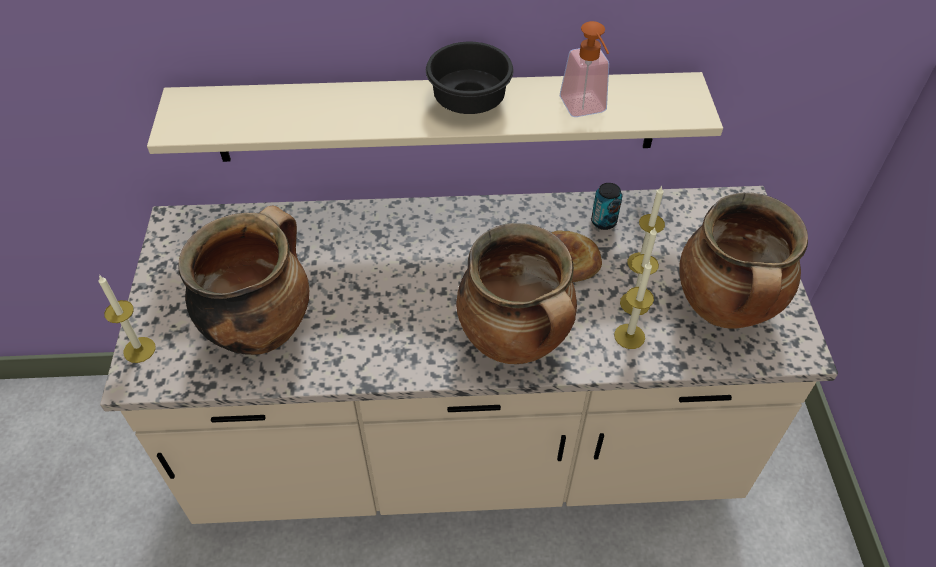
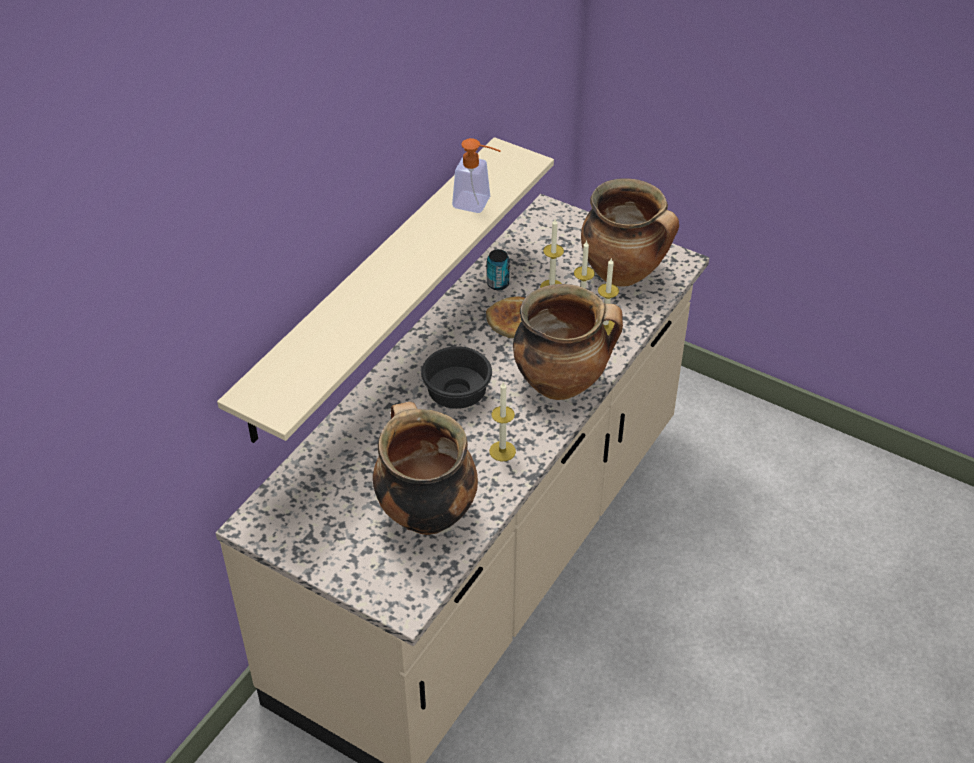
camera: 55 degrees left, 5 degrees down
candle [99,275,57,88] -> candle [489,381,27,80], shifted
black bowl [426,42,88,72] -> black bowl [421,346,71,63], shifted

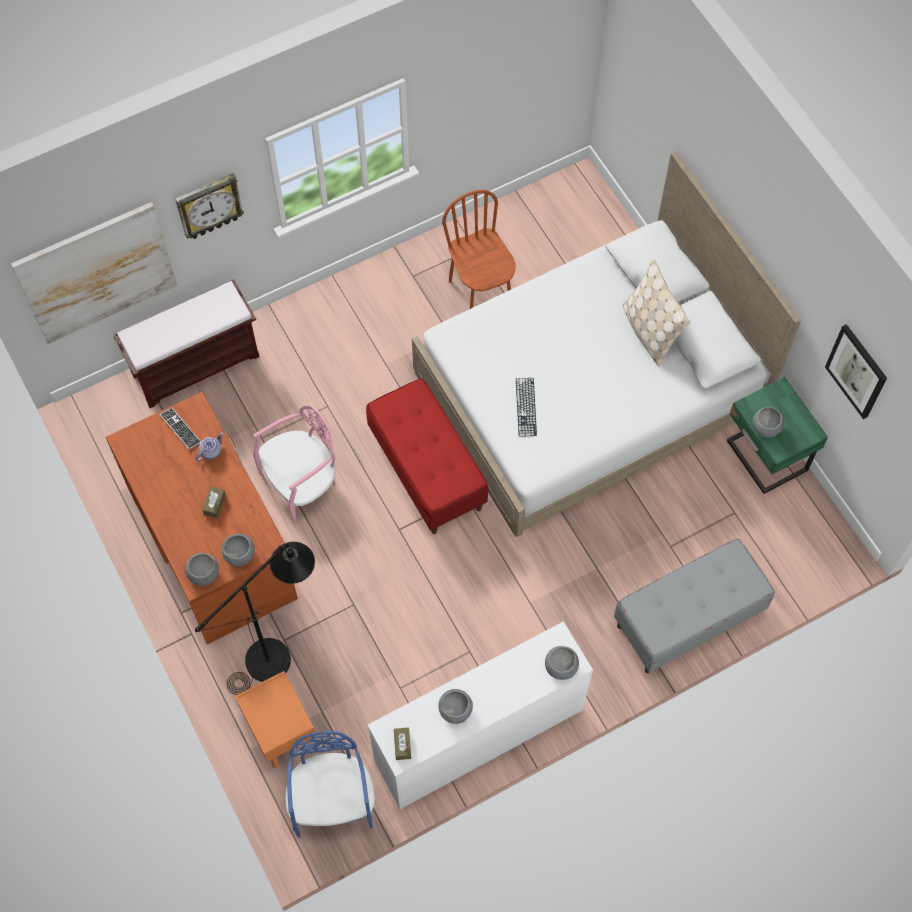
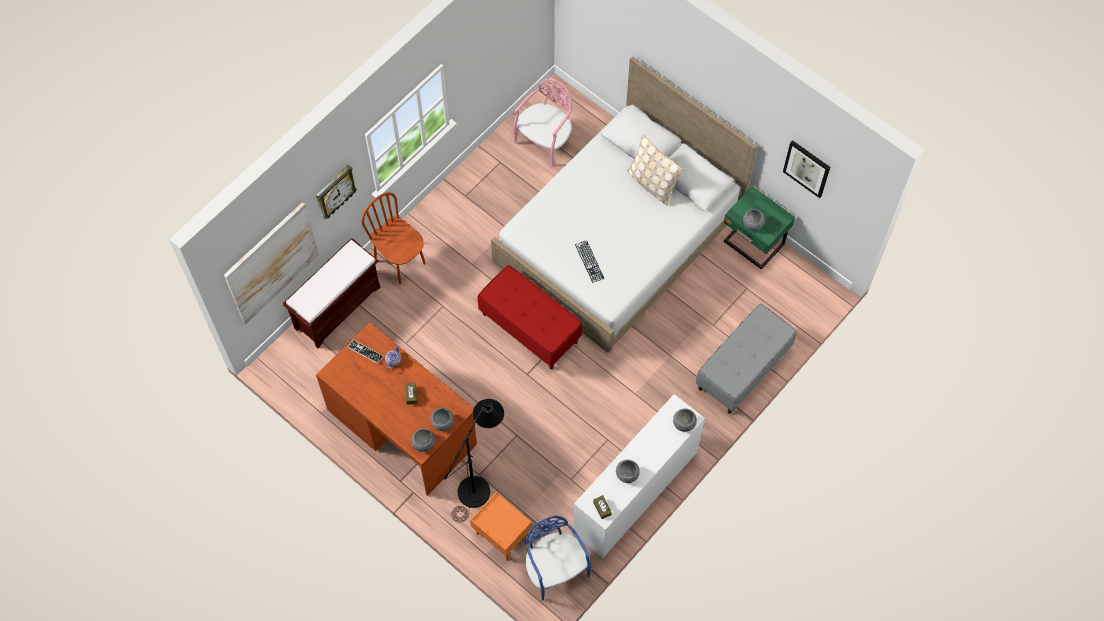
camera: 20 degrees left, 0 degrees up
pink chair [253,405,83,119] -> pink chair [513,78,59,88], shifted
brown chair [442,190,74,119] -> brown chair [361,192,65,93], shifted

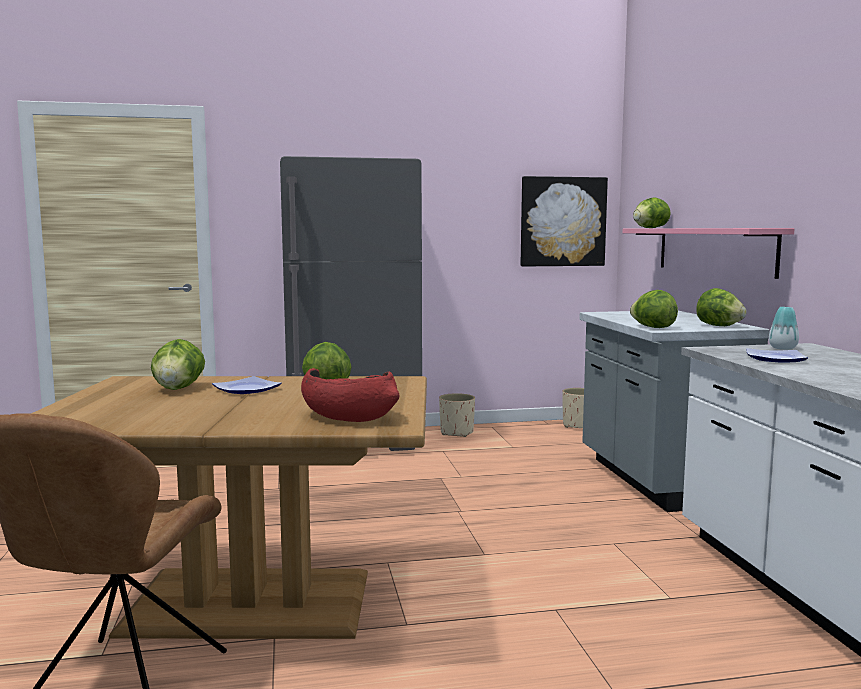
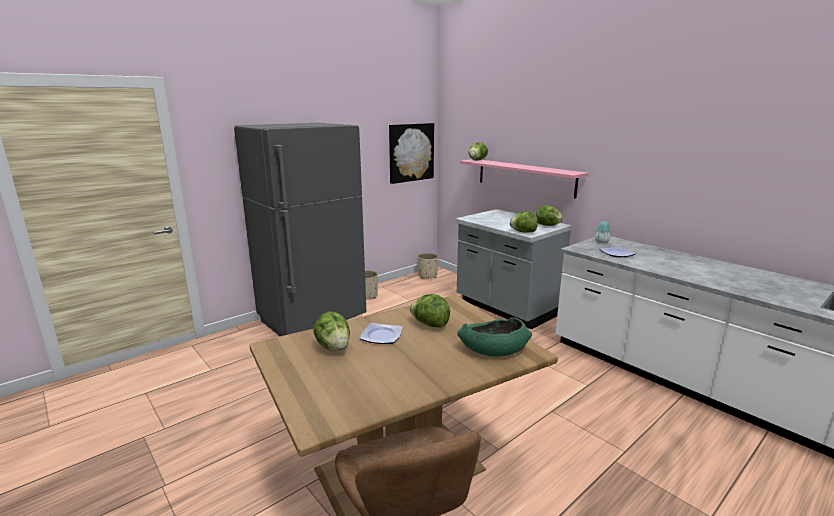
camera: 30 degrees left, 10 degrees up
red bowl [301,368,98,54] -> green bowl [457,318,75,38]

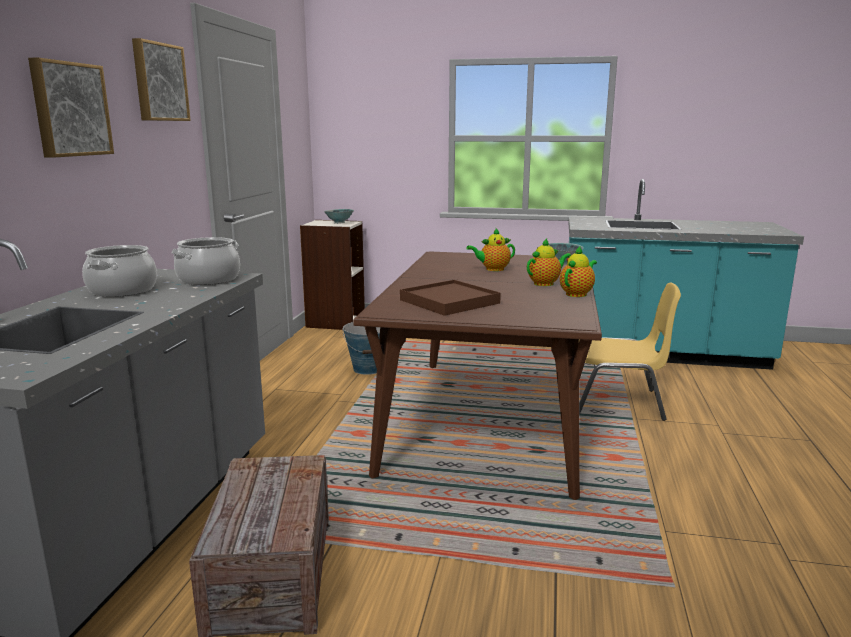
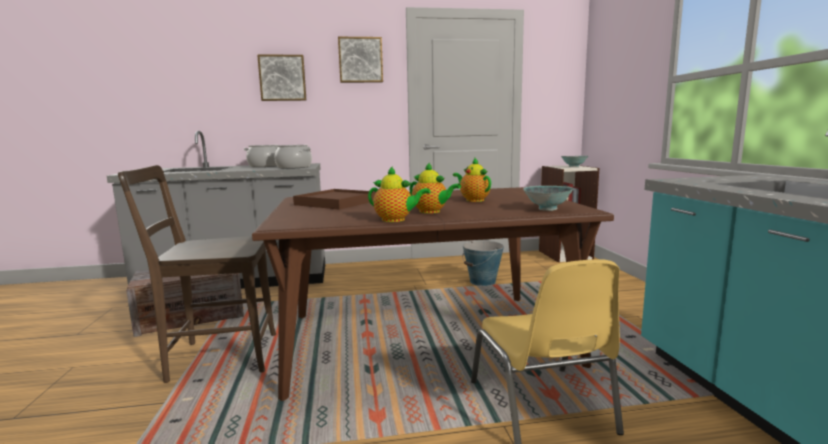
camera: 70 degrees right, 5 degrees down
none -> brown chair [118,165,158,218]

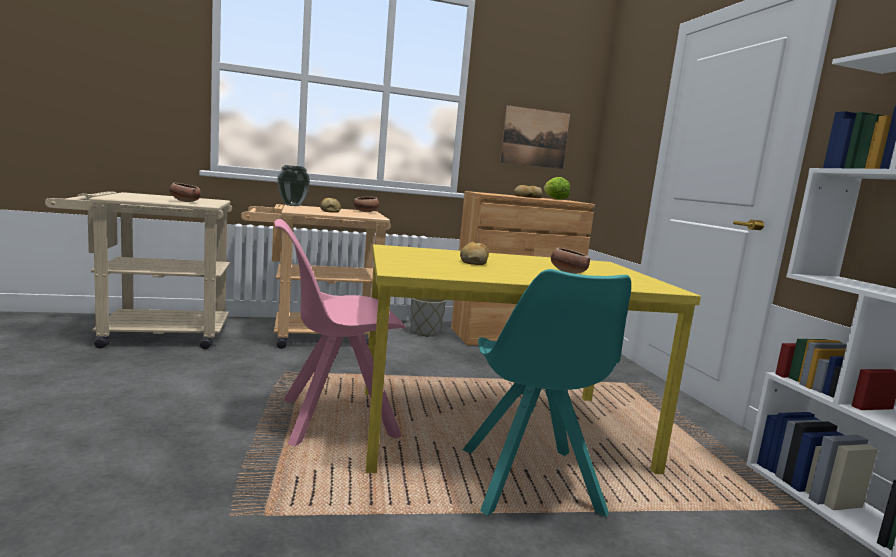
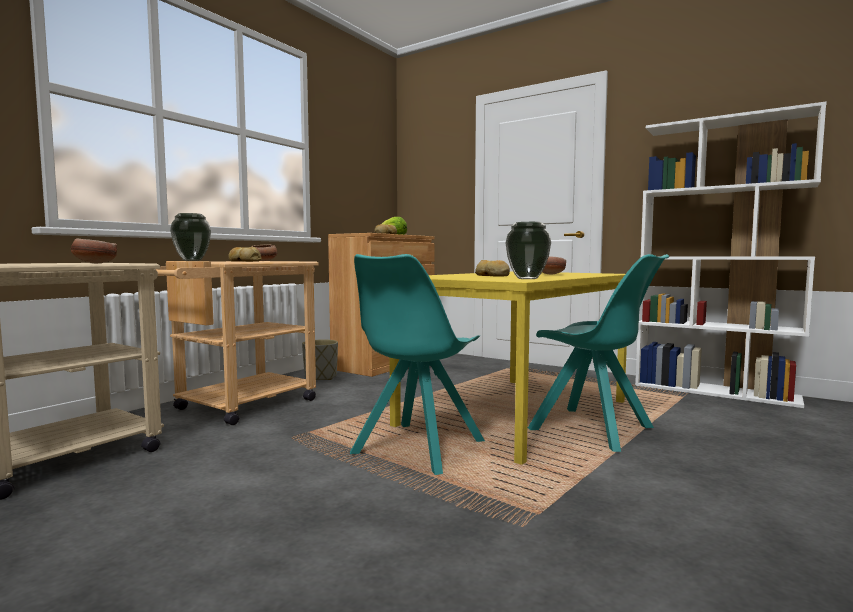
camera: 40 degrees left, 5 degrees down
picture [500,105,70,64] -> none
none -> vase [506,222,45,57]
pink chair [274,219,132,227] -> turquoise chair [350,254,135,221]

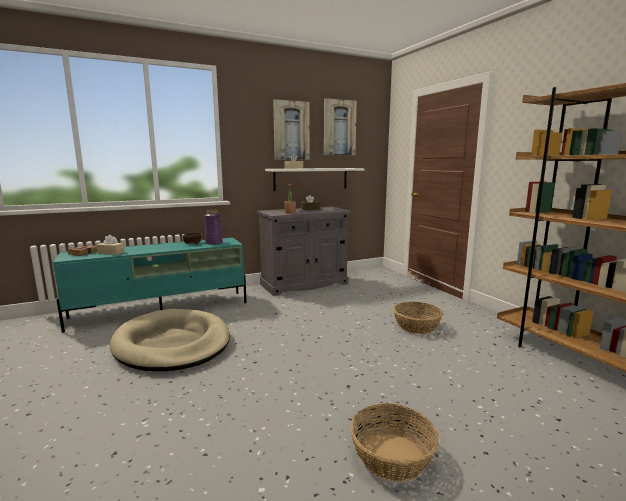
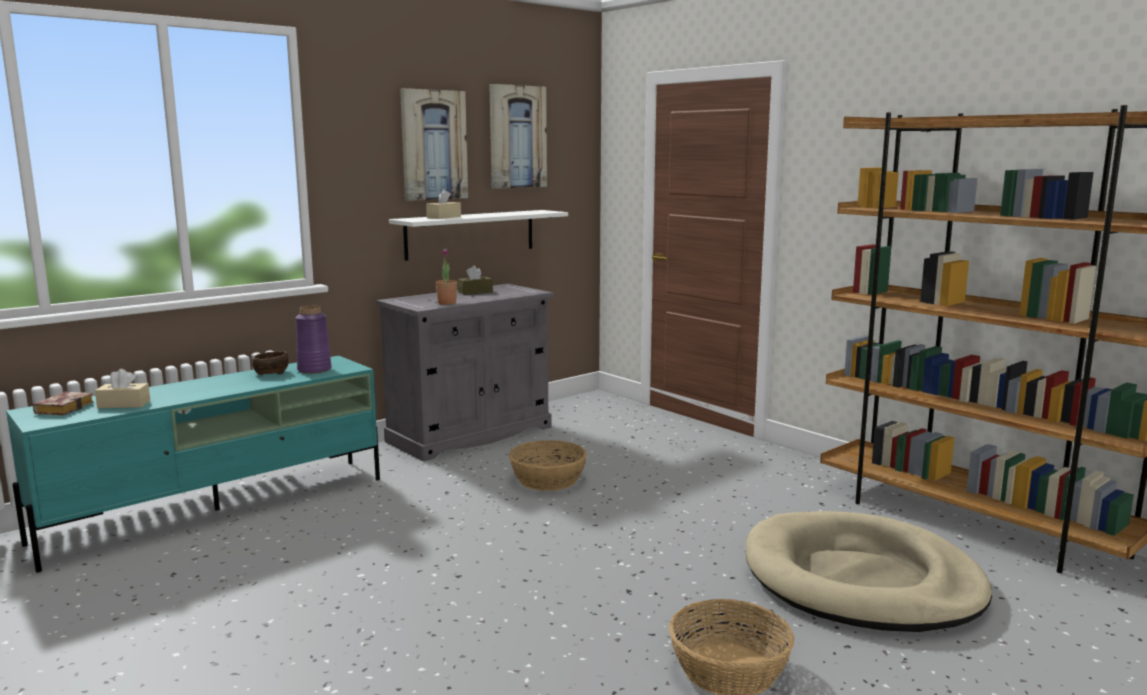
camera: 15 degrees left, 0 degrees up
beige dog bed [110,309,120,62] -> beige dog bed [746,511,246,121], shifted
basket [393,302,50,32] -> basket [509,440,78,51], shifted

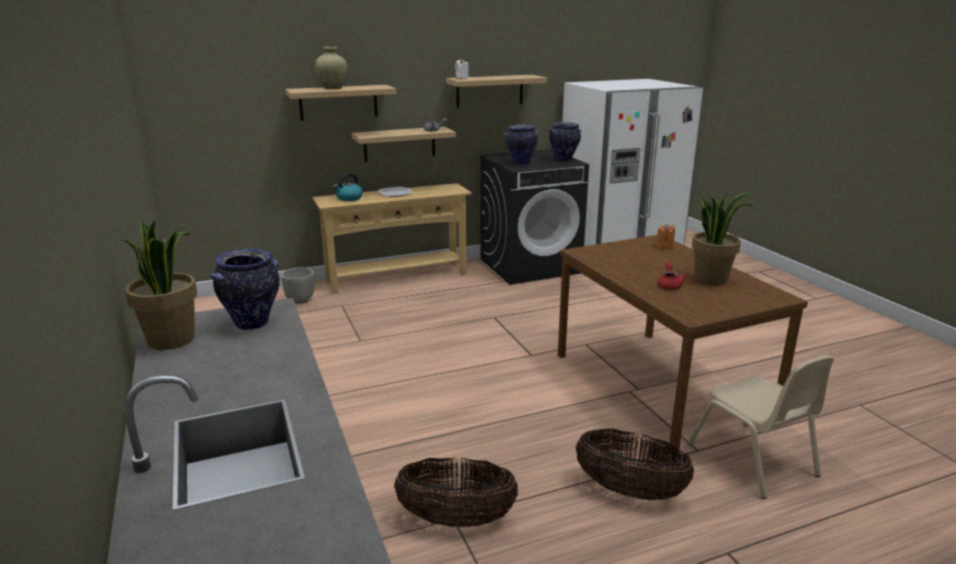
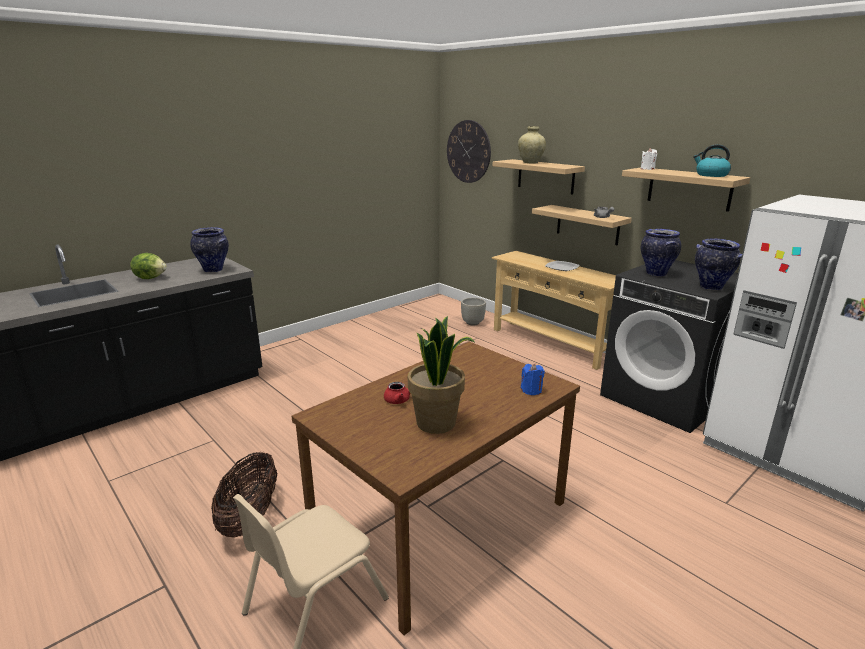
camera: 70 degrees right, 0 degrees up
potted plant [122,221,75,129] -> none
basket [394,457,124,70] -> none
none -> lettuce [130,253,37,26]
none -> wall clock [447,120,44,63]
kettle [333,173,30,28] -> kettle [693,144,38,33], shifted
orange candle [657,224,18,25] -> blue candle [521,364,24,31]

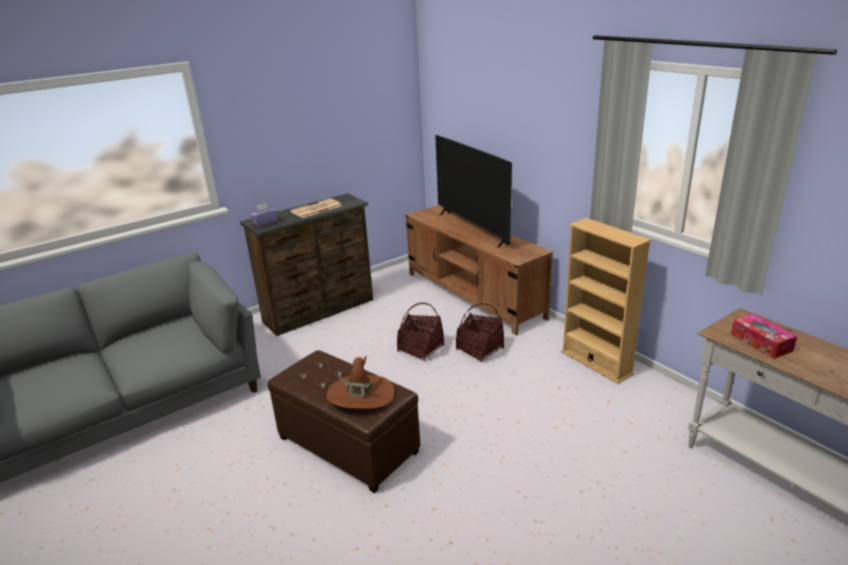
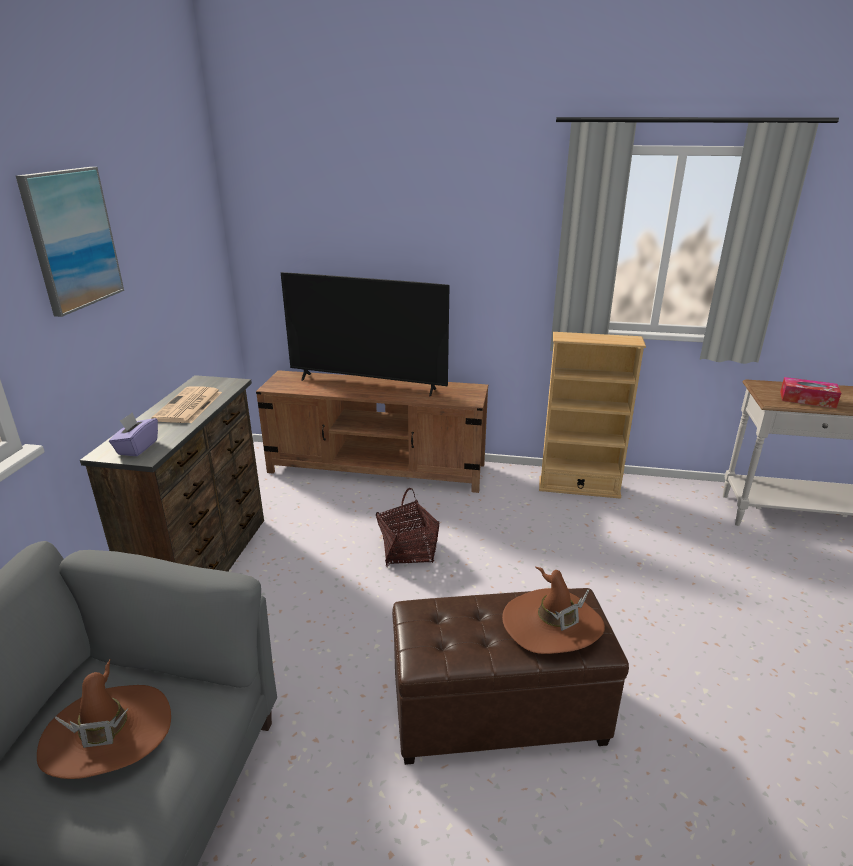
camera: 45 degrees left, 0 degrees up
basket [456,303,48,59] -> none
none -> picture [16,167,108,150]
none -> brown hat [37,660,134,119]

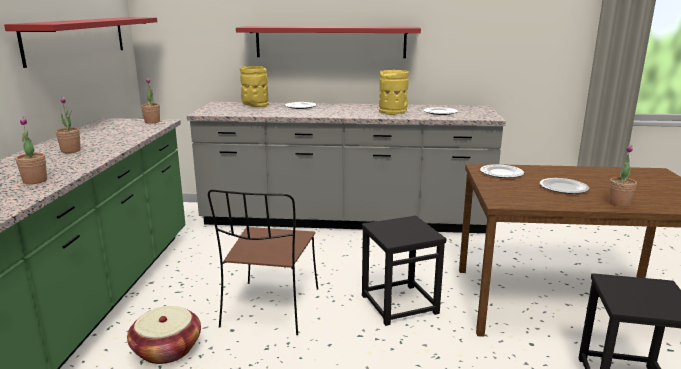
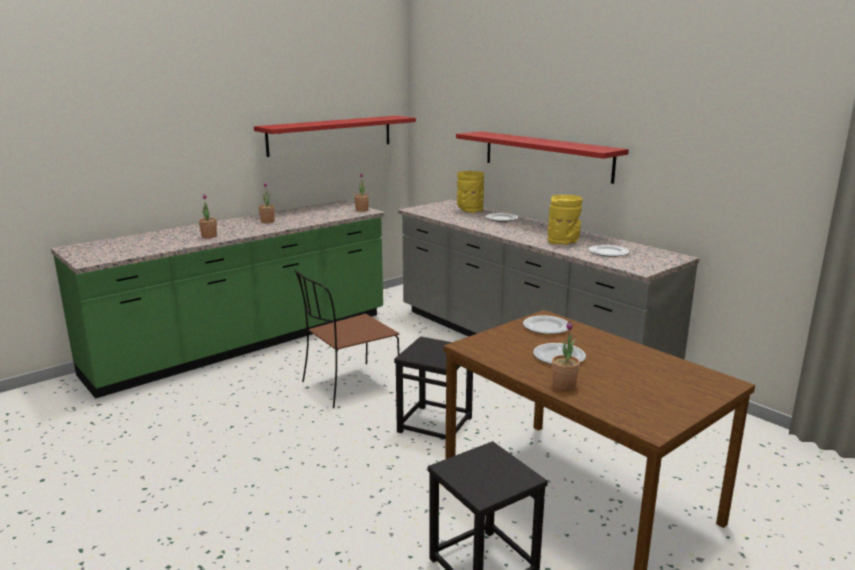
camera: 45 degrees right, 0 degrees up
basket [127,306,74,58] -> none

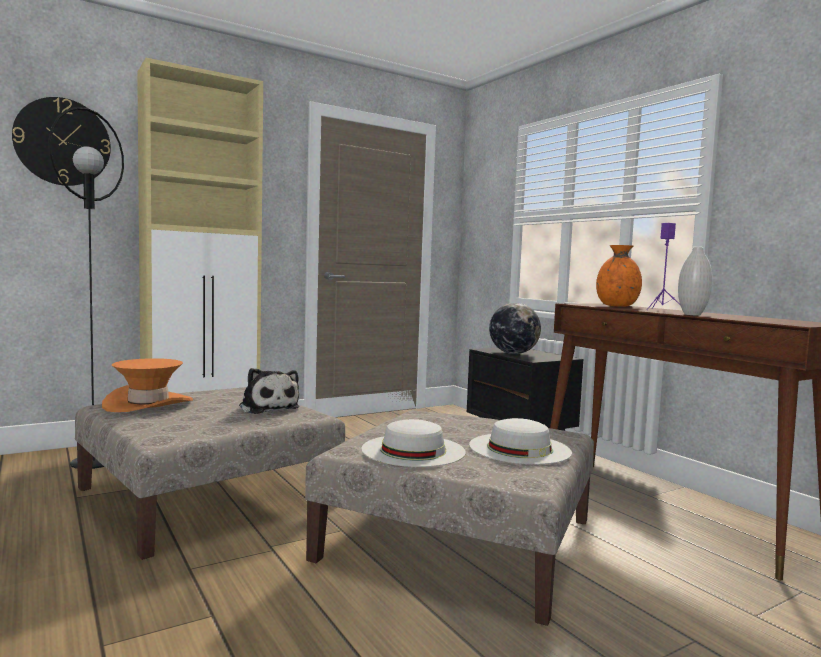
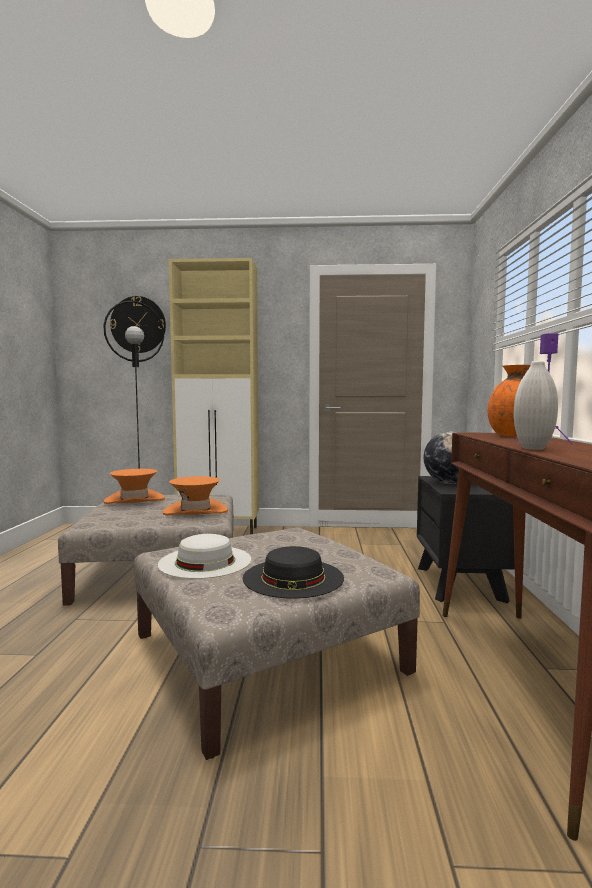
camera: 35 degrees right, 0 degrees up
plush toy [239,368,61,46] -> orange hat [163,476,65,40]
white hat [469,418,103,46] -> black hat [243,546,101,53]

